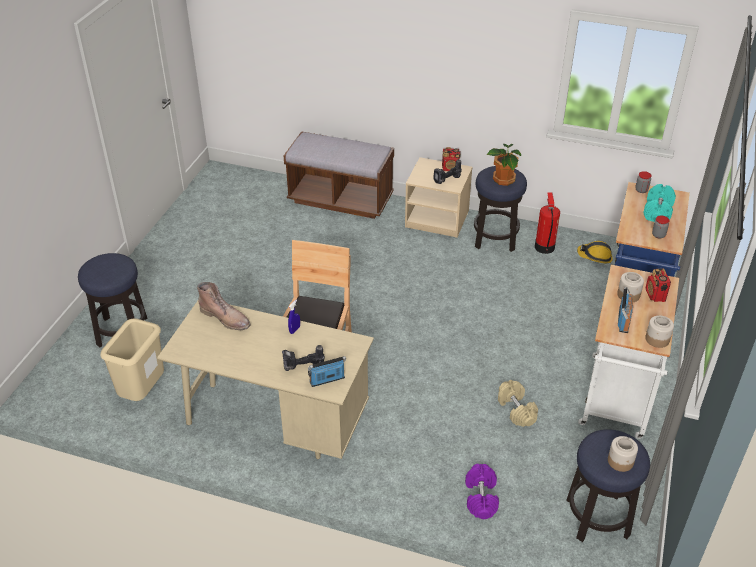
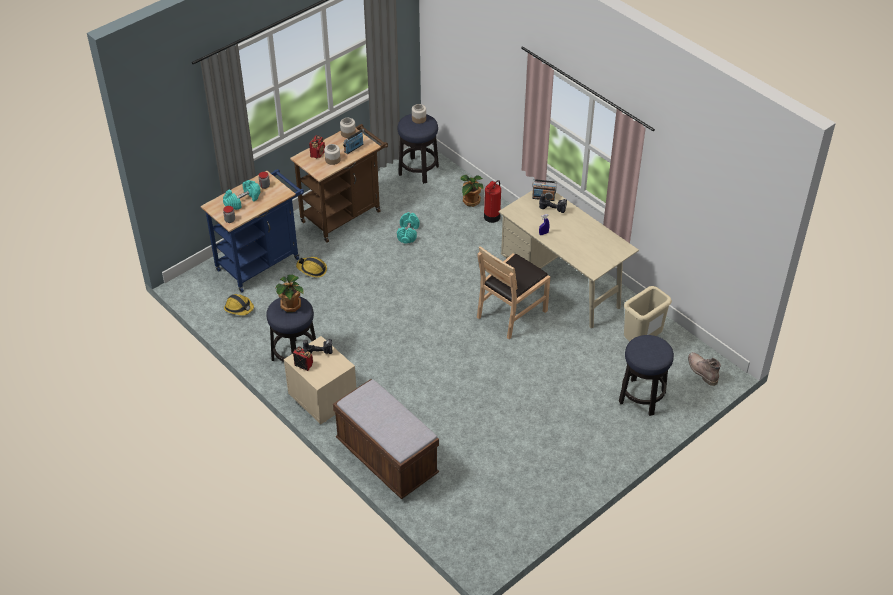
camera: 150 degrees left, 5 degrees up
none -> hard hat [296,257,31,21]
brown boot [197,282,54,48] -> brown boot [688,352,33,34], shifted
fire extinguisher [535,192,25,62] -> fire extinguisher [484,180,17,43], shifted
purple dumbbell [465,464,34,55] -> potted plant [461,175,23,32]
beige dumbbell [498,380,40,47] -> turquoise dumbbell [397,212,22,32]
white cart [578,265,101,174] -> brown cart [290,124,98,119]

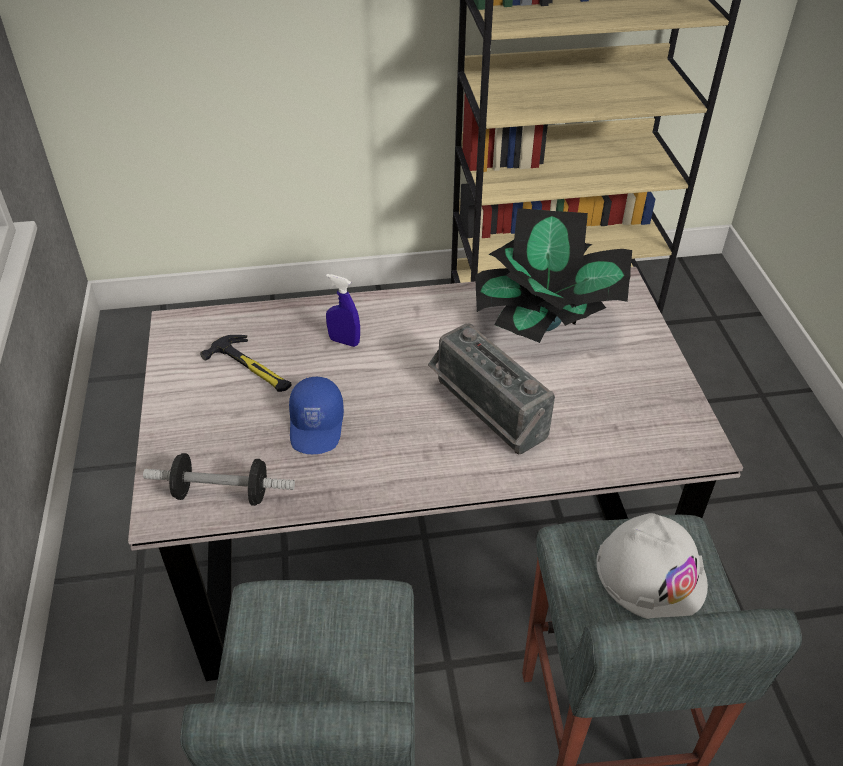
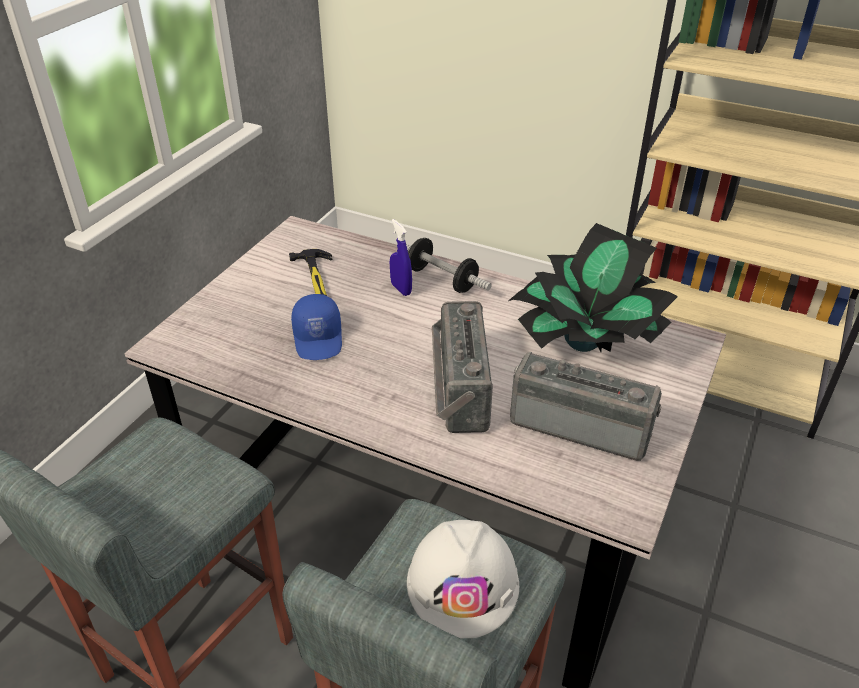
camera: 35 degrees right, 5 degrees down
none -> radio [510,352,152,109]
dumbbell [143,453,152,53] -> dumbbell [397,238,95,55], shifted
blue cap [289,377,55,77] -> blue cap [291,294,51,66], 45 degrees counterclockwise

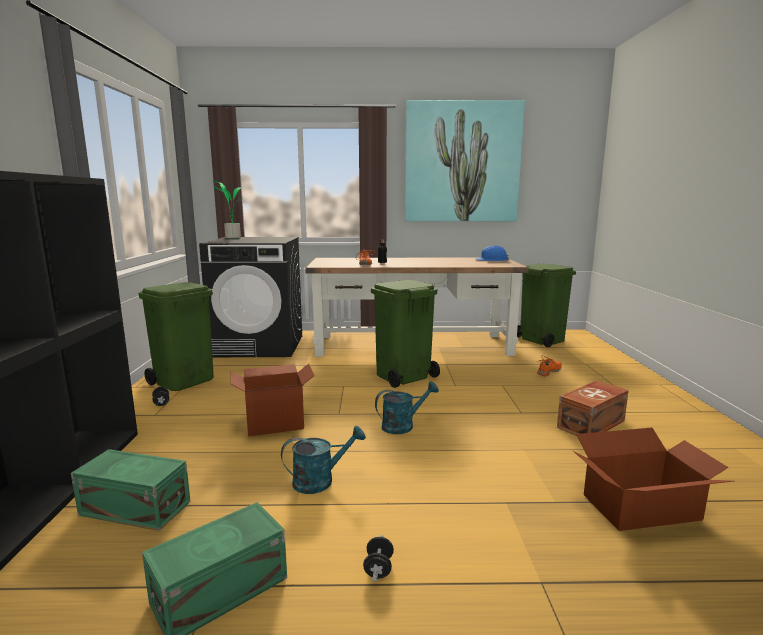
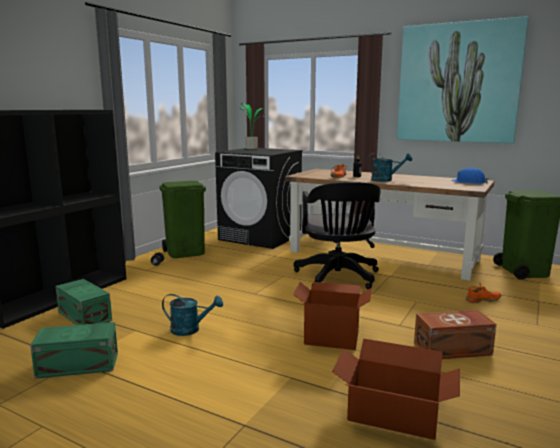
camera: 30 degrees right, 0 degrees up
black dumbbell [363,535,31,47] -> none
cardboard box [231,364,84,72] -> cardboard box [293,282,79,68], shifted
turquoise watering can [375,381,64,53] -> turquoise watering can [367,153,45,29], shifted
green trash can [371,280,69,108] -> black office chair [294,182,87,107]

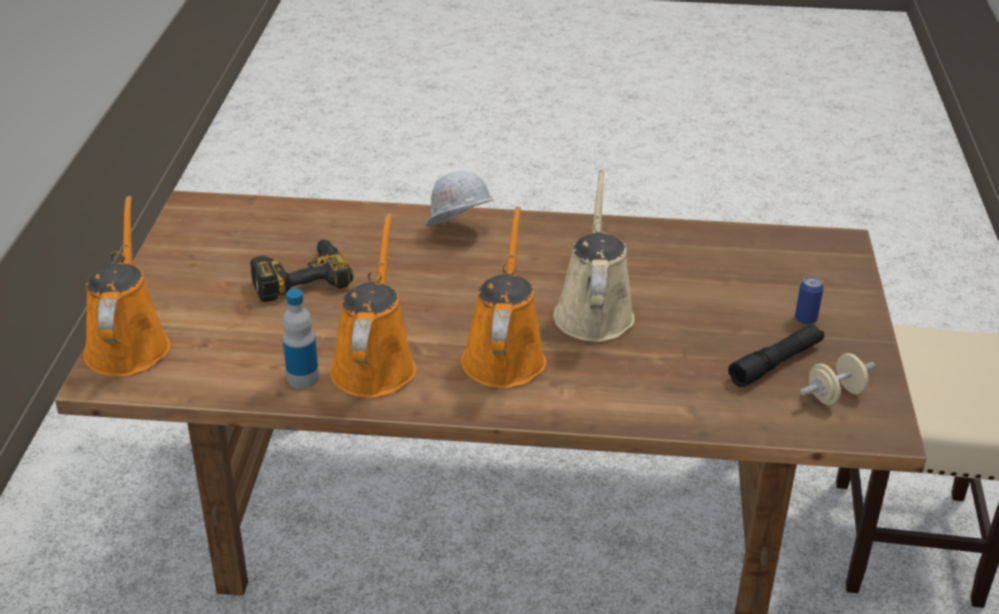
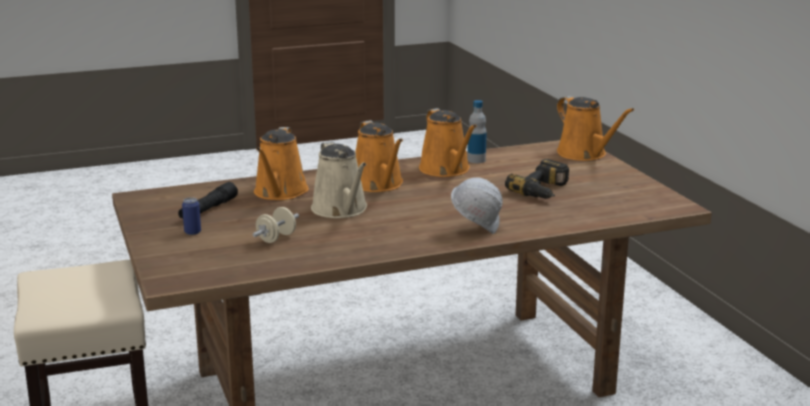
camera: 155 degrees right, 15 degrees down
none -> orange watering can [254,127,55,73]
beige dumbbell [800,353,75,52] -> beige dumbbell [253,207,46,36], shifted

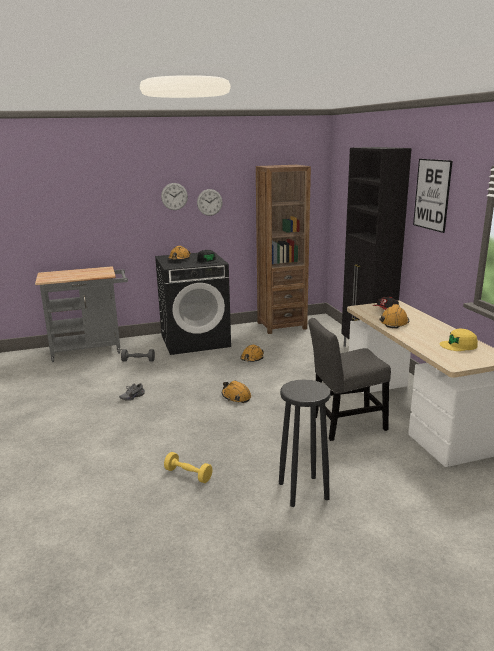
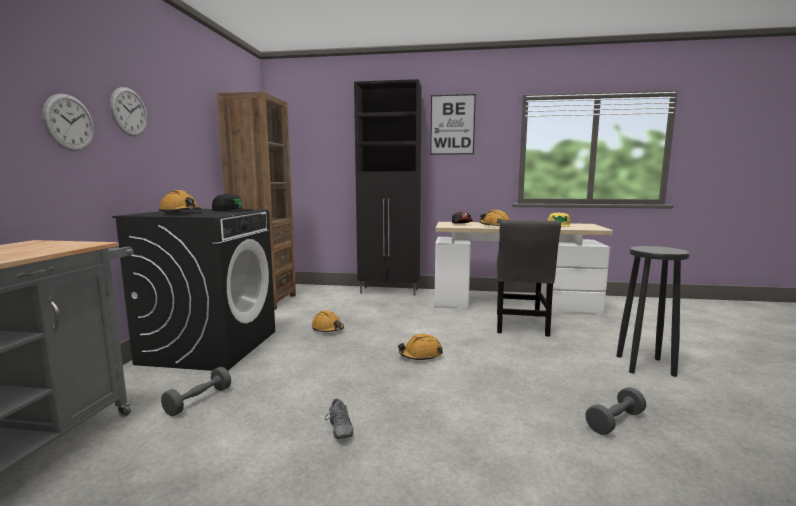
camera: 65 degrees left, 10 degrees down
wall clock [197,189,26,27] -> wall clock [42,94,52,57], shifted
yellow dumbbell [164,452,49,31] -> grey dumbbell [585,387,61,48]

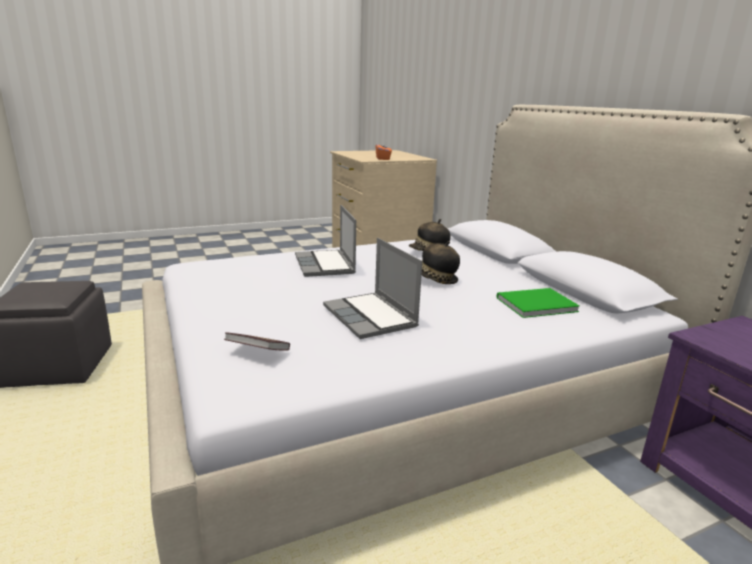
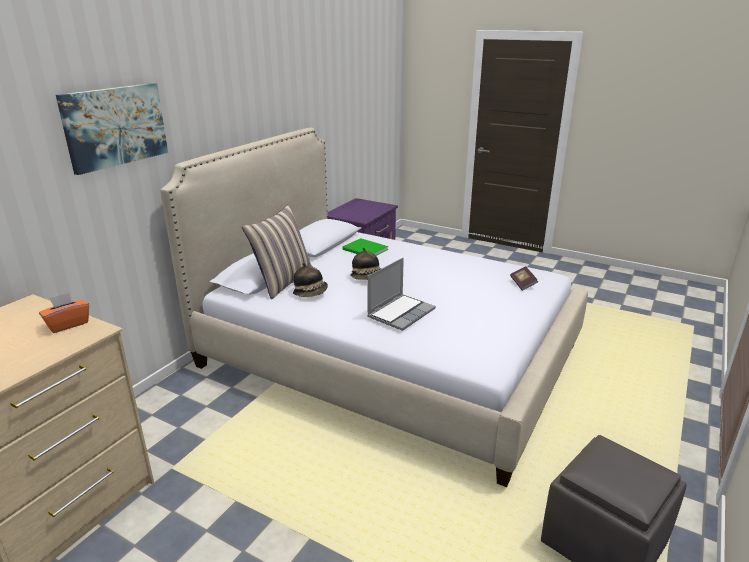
camera: 125 degrees left, 5 degrees up
laptop [323,238,99,101] -> none
none -> picture [56,83,112,92]
none -> pillow [242,204,70,95]

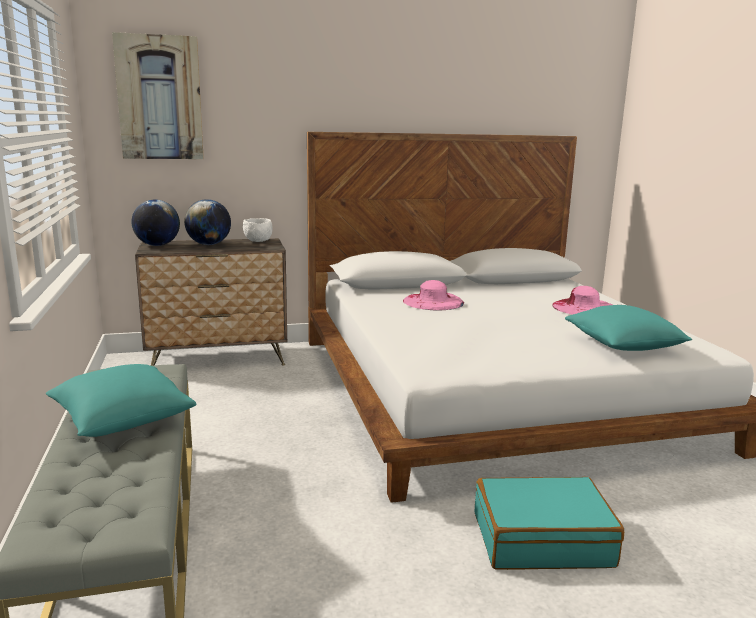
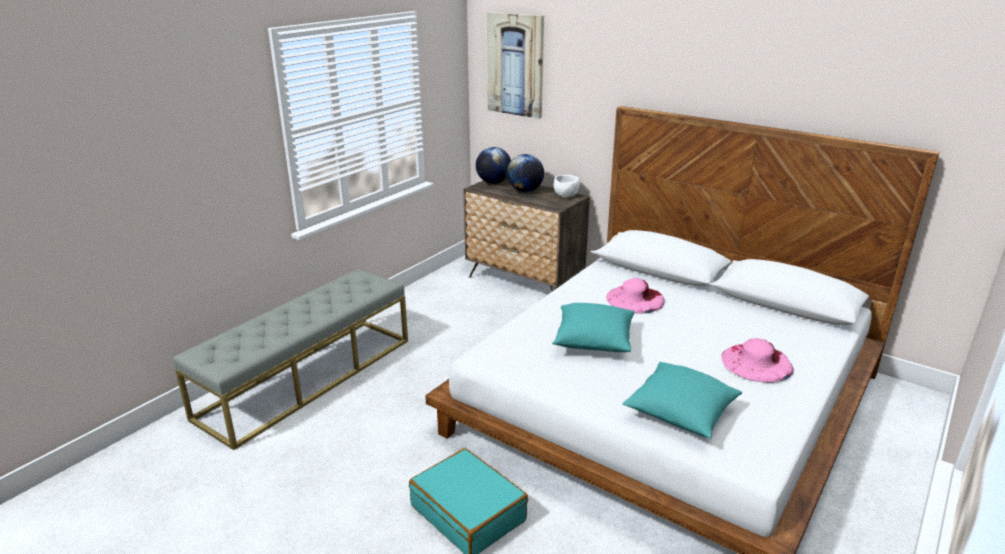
camera: 50 degrees right, 10 degrees up
turquoise pillow [46,364,151,73] -> turquoise pillow [552,303,82,49], shifted

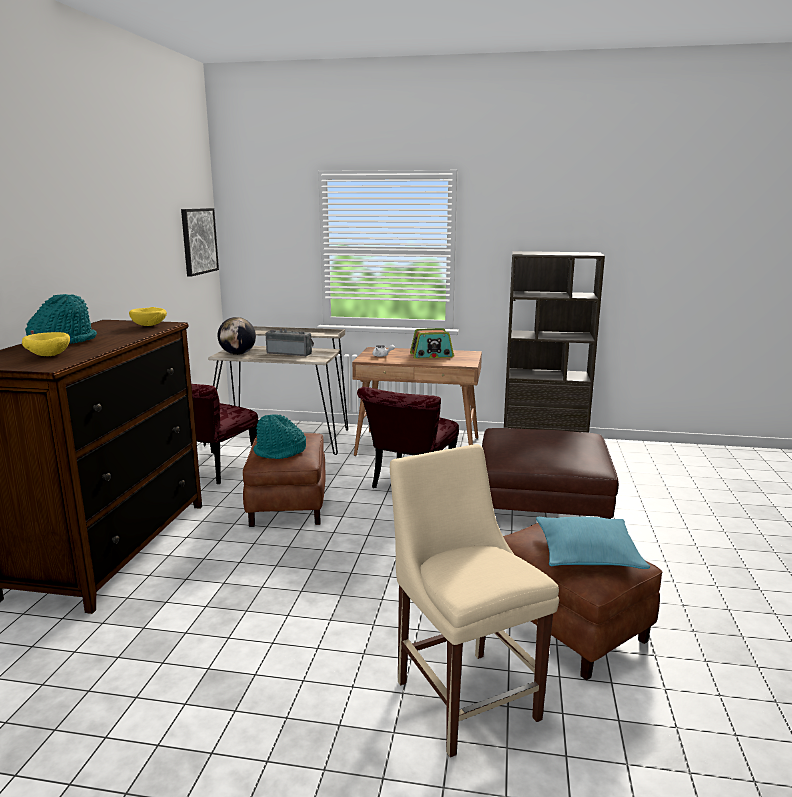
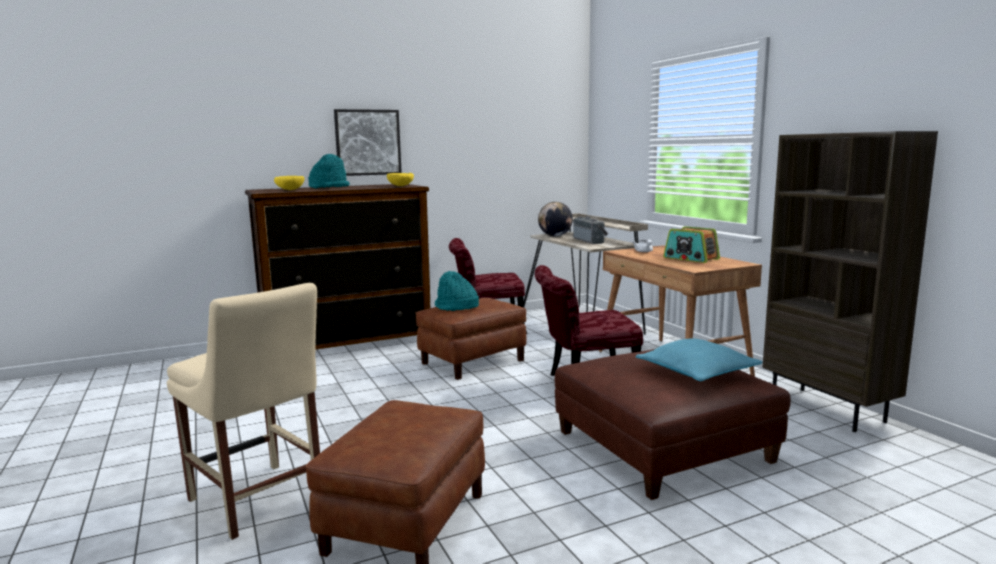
camera: 55 degrees right, 5 degrees down
picture [181,208,38,69] -> picture [334,109,68,67], shifted
turquoise pillow [536,517,114,52] -> turquoise pillow [636,339,126,42], shifted
beige chair [390,444,169,314] -> beige chair [167,283,153,257], 105 degrees clockwise

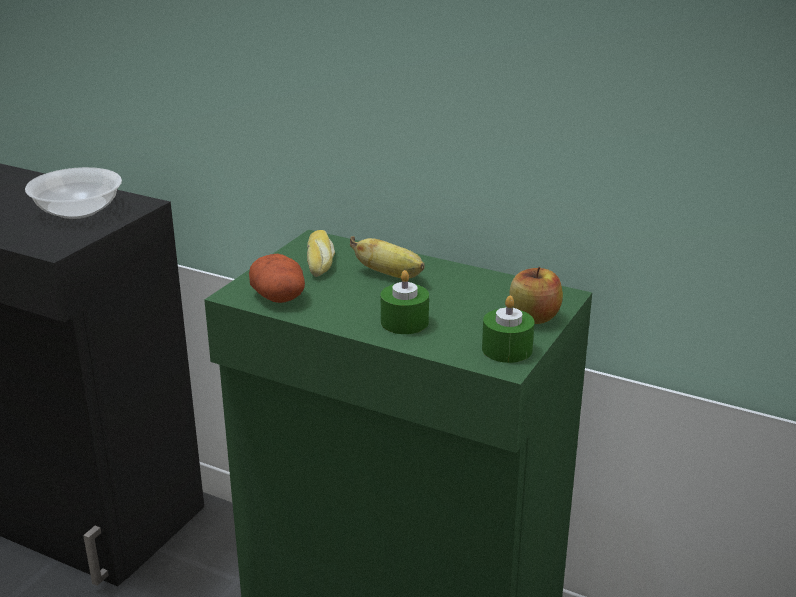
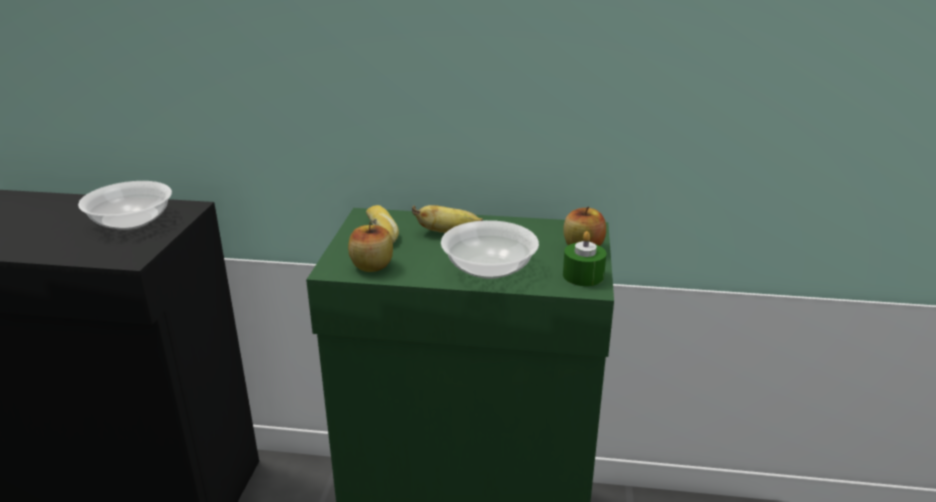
camera: 20 degrees left, 0 degrees up
potato [249,254,56,49] -> apple [348,222,45,50]
green candle [381,270,48,64] -> bowl [441,220,98,59]

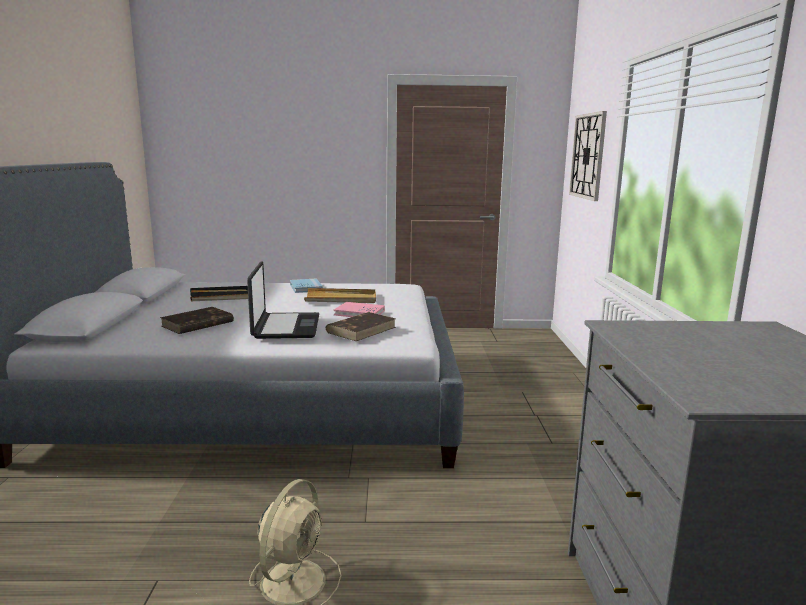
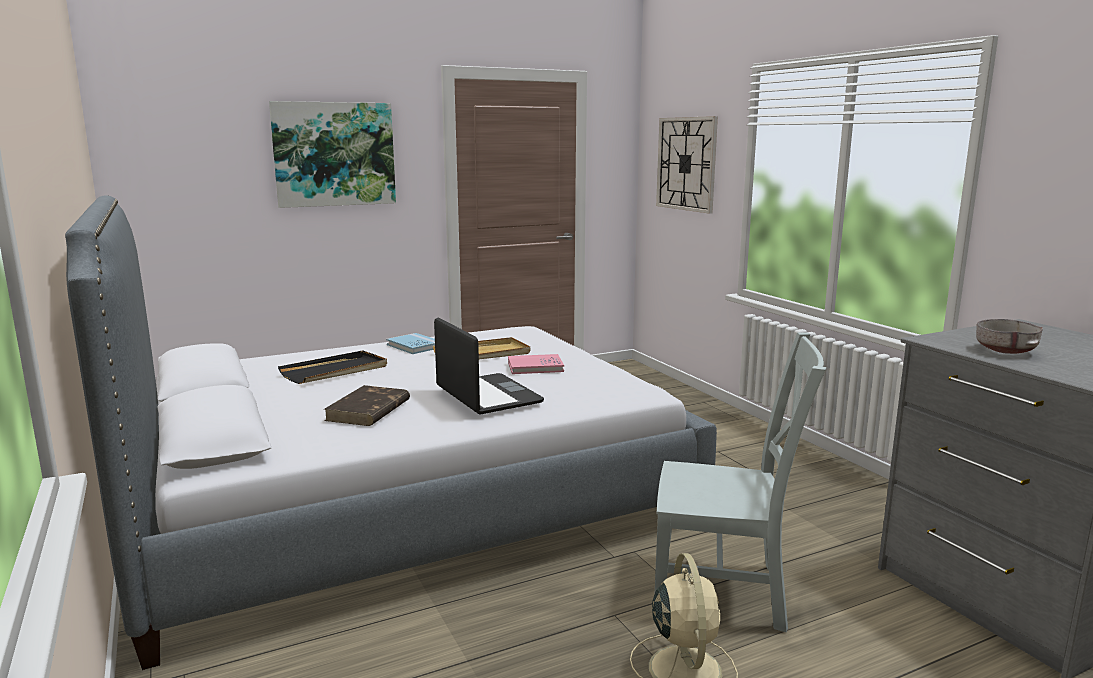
camera: 25 degrees left, 0 degrees up
brown book [326,312,70,29] -> none
none -> picture [269,101,127,107]
none -> grey chair [655,332,172,300]
none -> grey bowl [976,319,67,35]

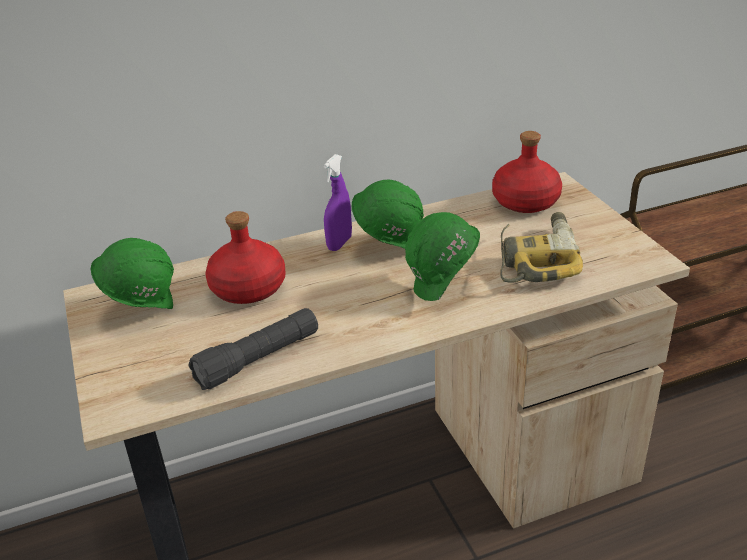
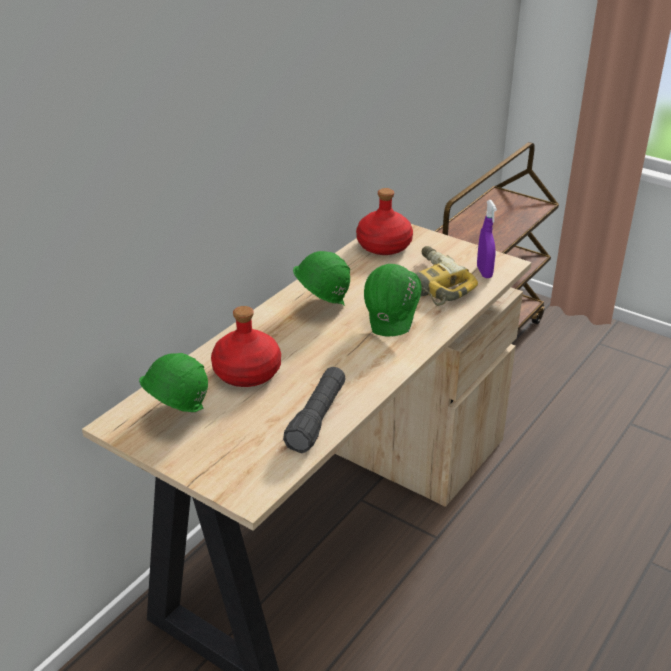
camera: 35 degrees left, 0 degrees up
purple spray bottle [323,154,29,97] -> purple spray bottle [477,200,20,78], shifted

